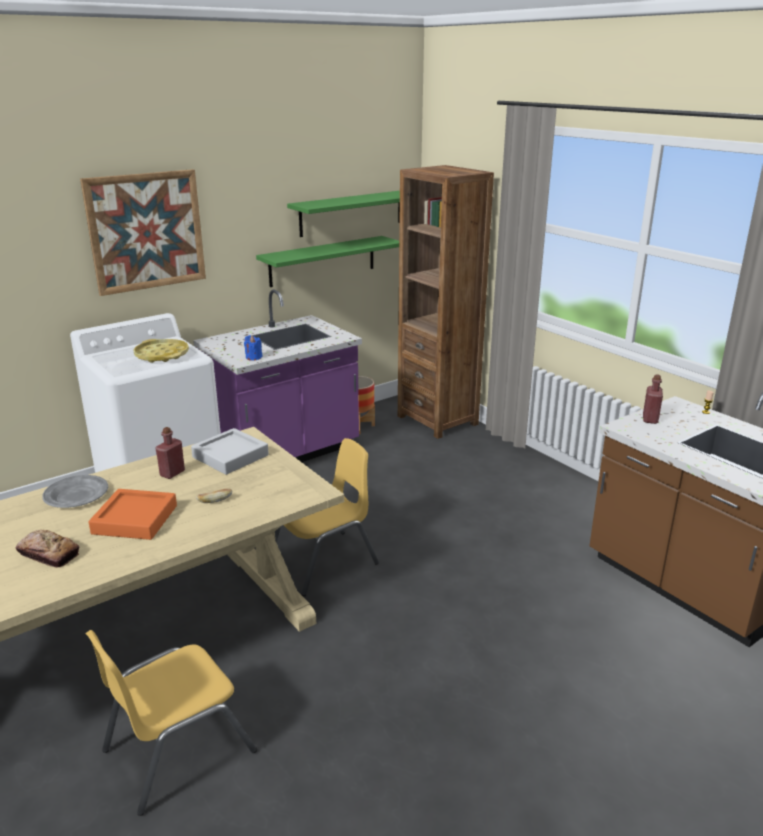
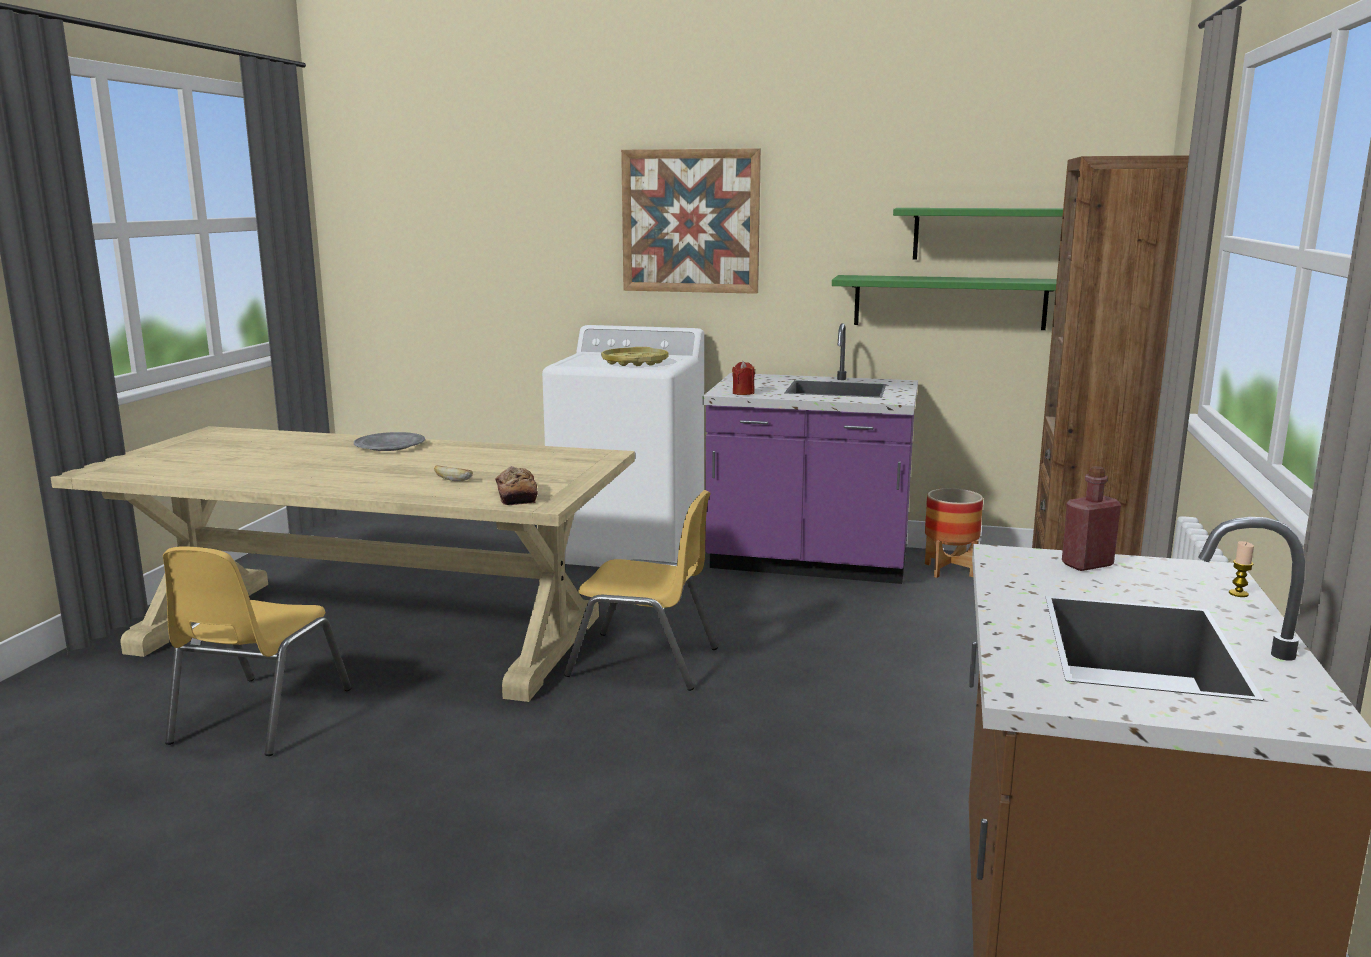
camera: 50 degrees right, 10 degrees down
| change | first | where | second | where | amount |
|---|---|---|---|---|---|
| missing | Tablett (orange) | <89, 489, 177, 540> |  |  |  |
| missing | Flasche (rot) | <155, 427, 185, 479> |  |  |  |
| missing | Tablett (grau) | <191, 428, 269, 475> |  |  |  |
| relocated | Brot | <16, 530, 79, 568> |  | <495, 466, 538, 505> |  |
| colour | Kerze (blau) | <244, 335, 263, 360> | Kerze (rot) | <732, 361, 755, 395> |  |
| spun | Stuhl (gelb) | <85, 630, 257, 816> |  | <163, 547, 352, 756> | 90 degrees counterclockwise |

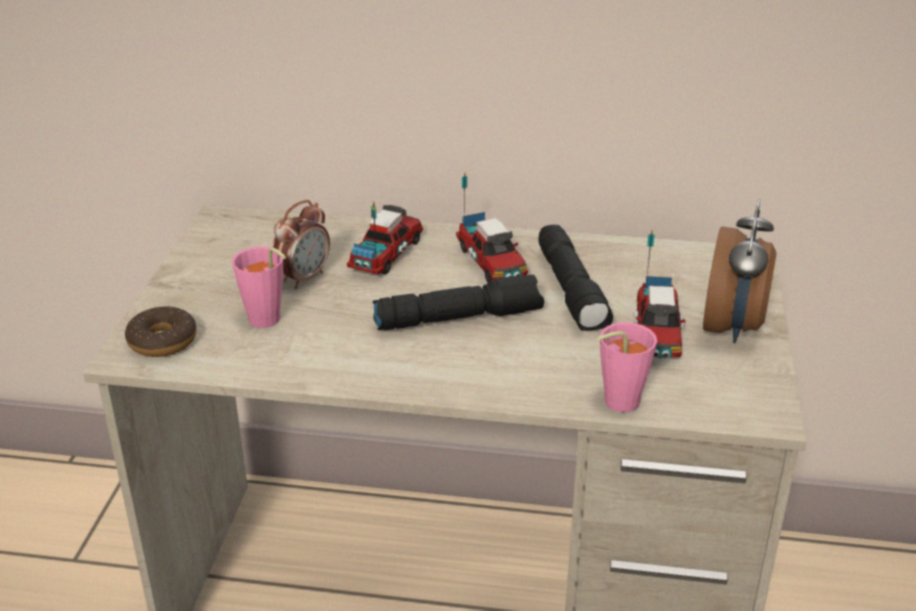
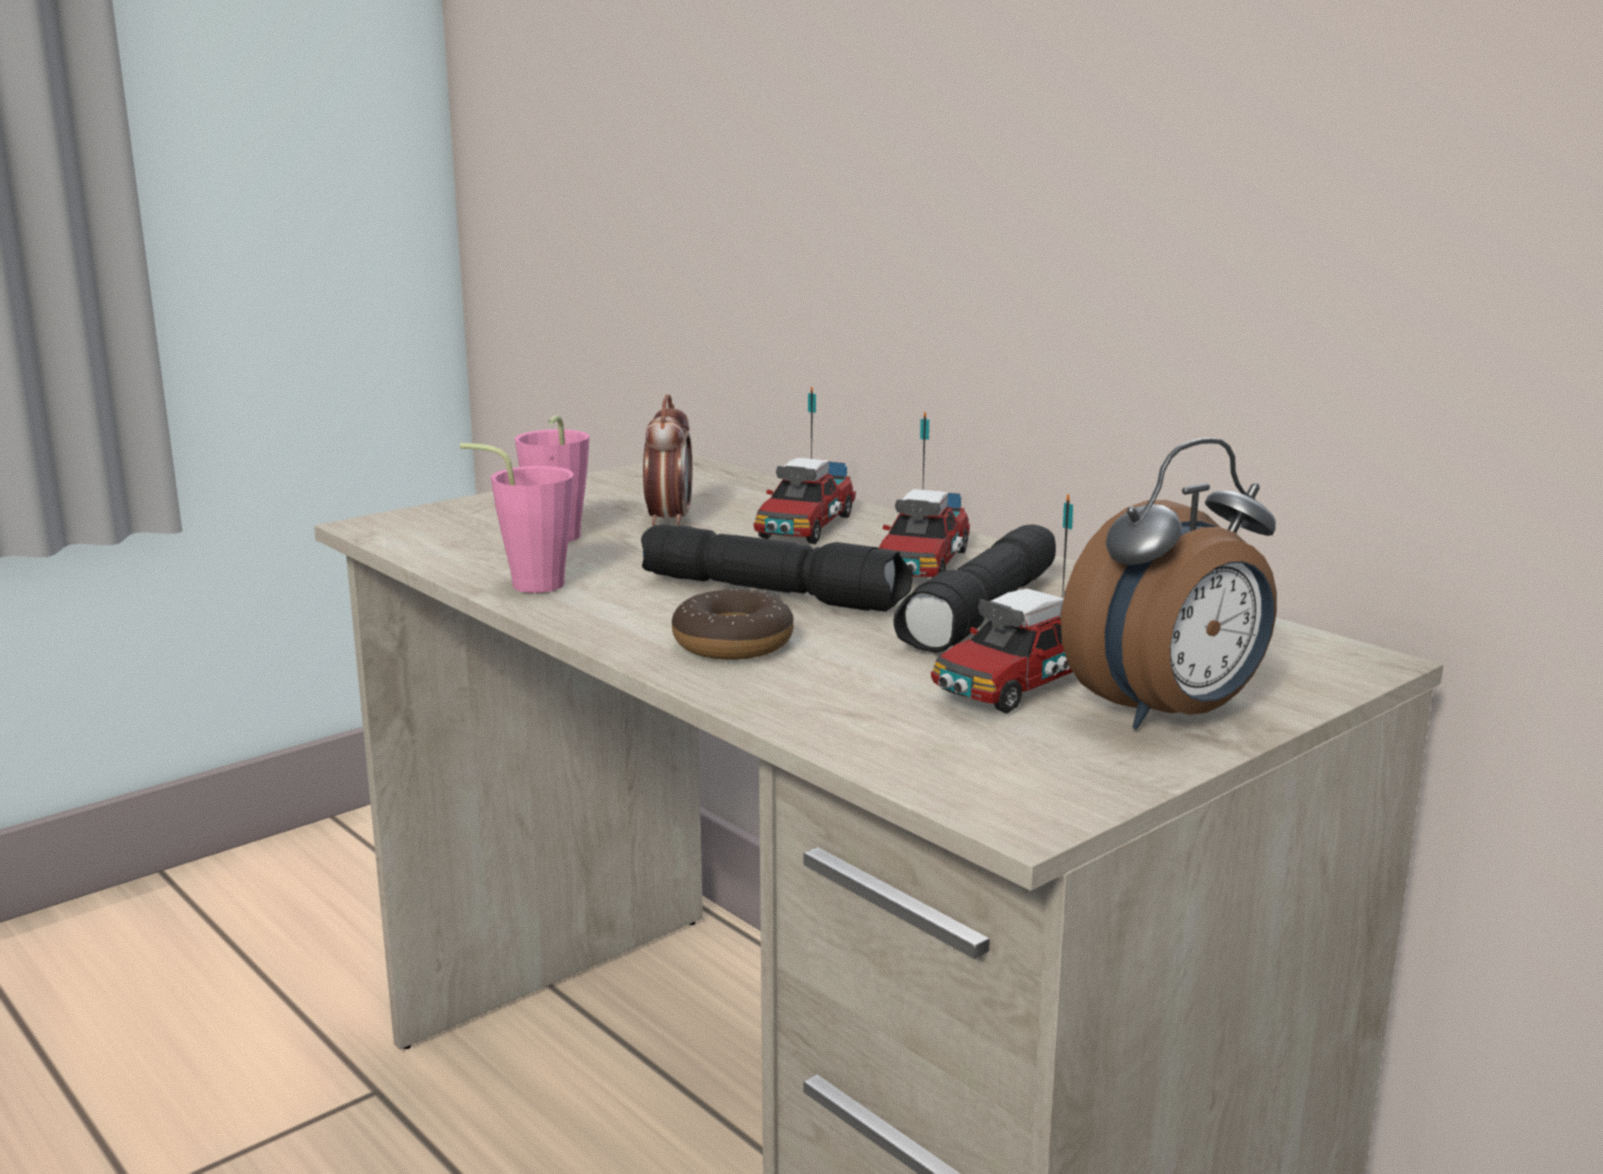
camera: 40 degrees right, 15 degrees down
| change | first | where | second | where | amount |
|---|---|---|---|---|---|
| relocated | Donut | <125, 306, 197, 357> |  | <672, 589, 794, 660> |  |
| relocated | Tasse (rosa) | <597, 322, 657, 412> |  | <460, 443, 574, 593> |  |
| spun | Wecker | <272, 200, 330, 289> |  | <643, 394, 692, 526> | 75 degrees counterclockwise |
| spun | Spielzeuglaster | <347, 202, 423, 275> |  | <753, 387, 856, 544> | 135 degrees clockwise |

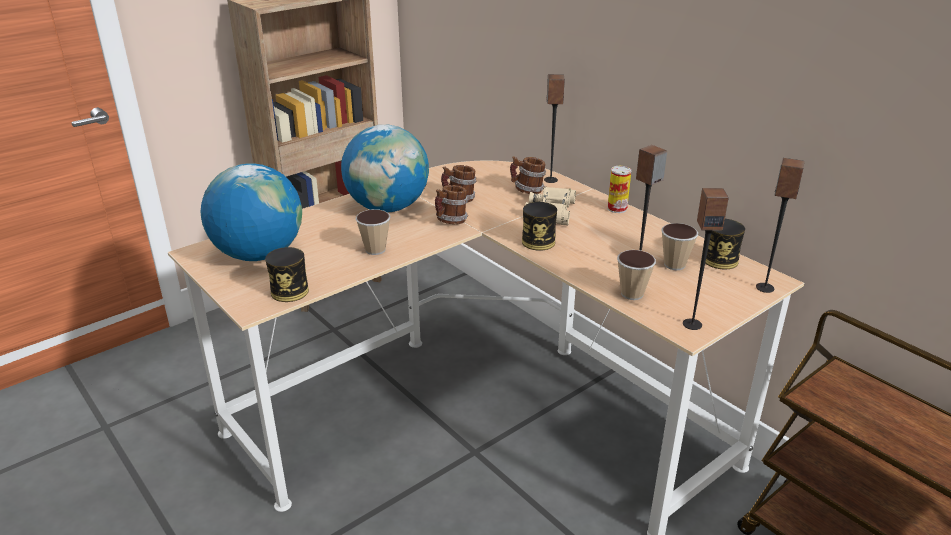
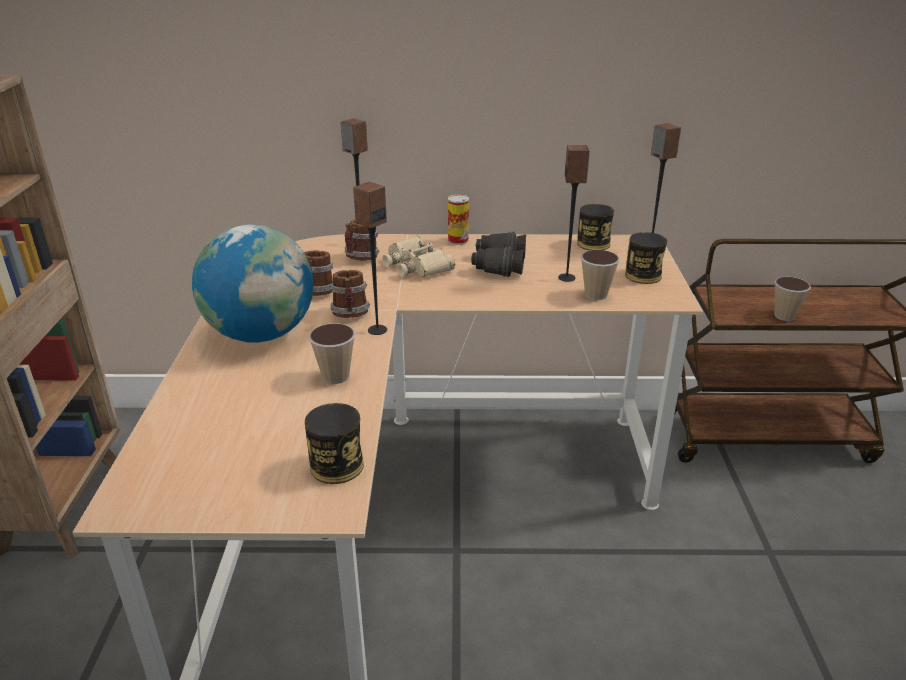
camera: 50 degrees left, 0 degrees up
| change | first | where | second | where | amount |
|---|---|---|---|---|---|
| missing | Globus | <200, 163, 302, 261> |  |  |  |
| appeared |  |  | Fernglas (schwarz) | <471, 232, 526, 277> |  |
| relocated | Dose | <522, 202, 557, 251> |  | <625, 232, 667, 284> |  |
| relocated | Tasse | <662, 223, 698, 270> |  | <774, 277, 811, 321> |  |
| relocated | Lautsprecher | <683, 188, 729, 330> |  | <353, 182, 387, 335> |  |

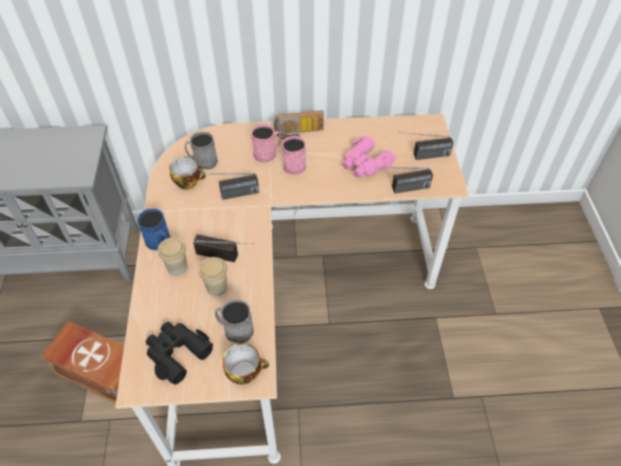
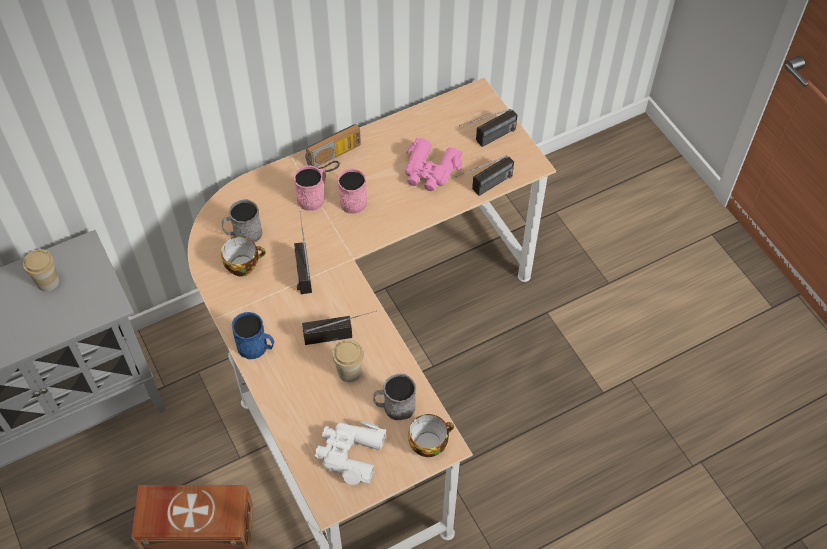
camera: 25 degrees left, 5 degrees up
| change | first | where | second | where | amount |
|---|---|---|---|---|---|
| relocated | Tasse | <158, 237, 187, 276> |  | <23, 249, 59, 291> |  |
| colour | Fernglas (schwarz) | <146, 322, 213, 384> | Fernglas (weiß) | <315, 421, 386, 485> |  |
| spun | Radio | <195, 173, 259, 200> |  | <294, 211, 312, 294> | 120 degrees clockwise |

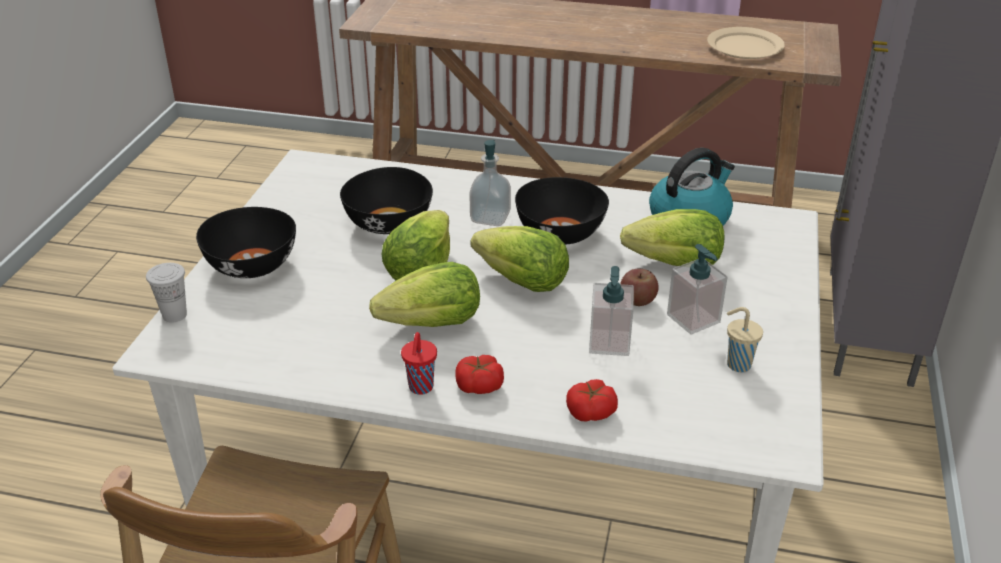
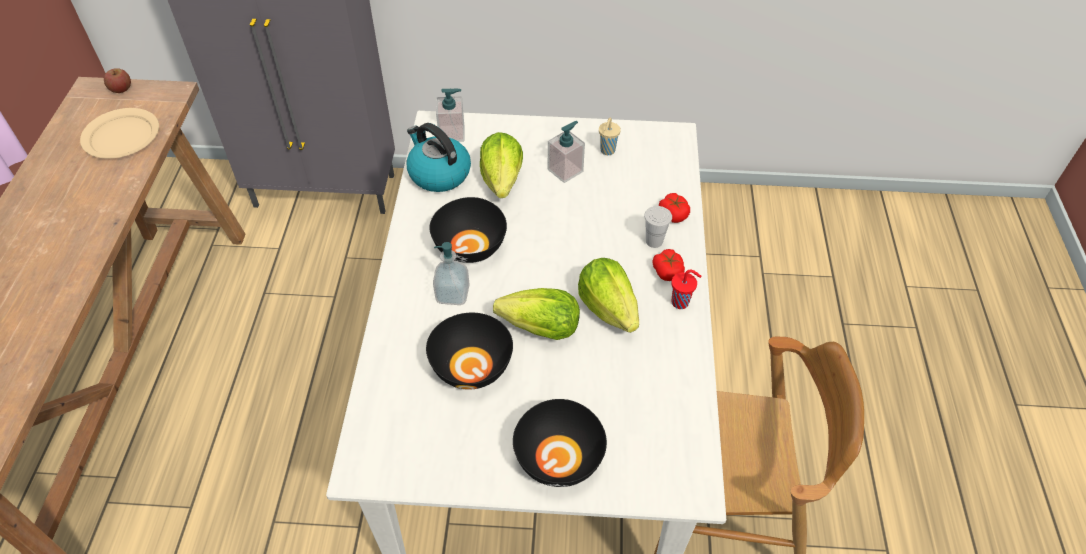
camera: 100 degrees left, 15 degrees up
| change | first | where | second | where | amount |
|---|---|---|---|---|---|
| missing | Salatkopf | <471, 226, 569, 292> |  |  |  |
| relocated | Tasse (weiß) | <146, 263, 187, 323> |  | <644, 206, 672, 248> |  |
| relocated | Seifenspender | <589, 266, 634, 356> |  | <436, 89, 464, 142> |  |
| relocated | Apfel | <620, 269, 658, 306> |  | <104, 68, 131, 93> |  |

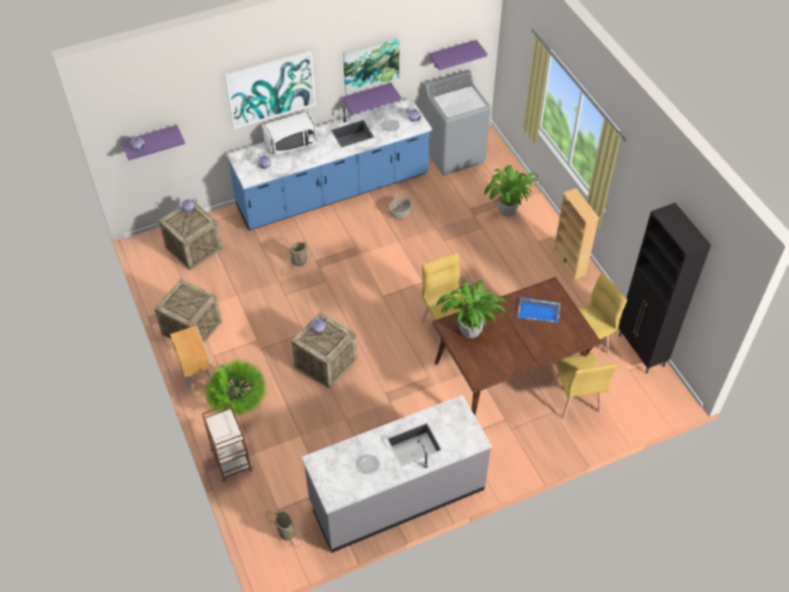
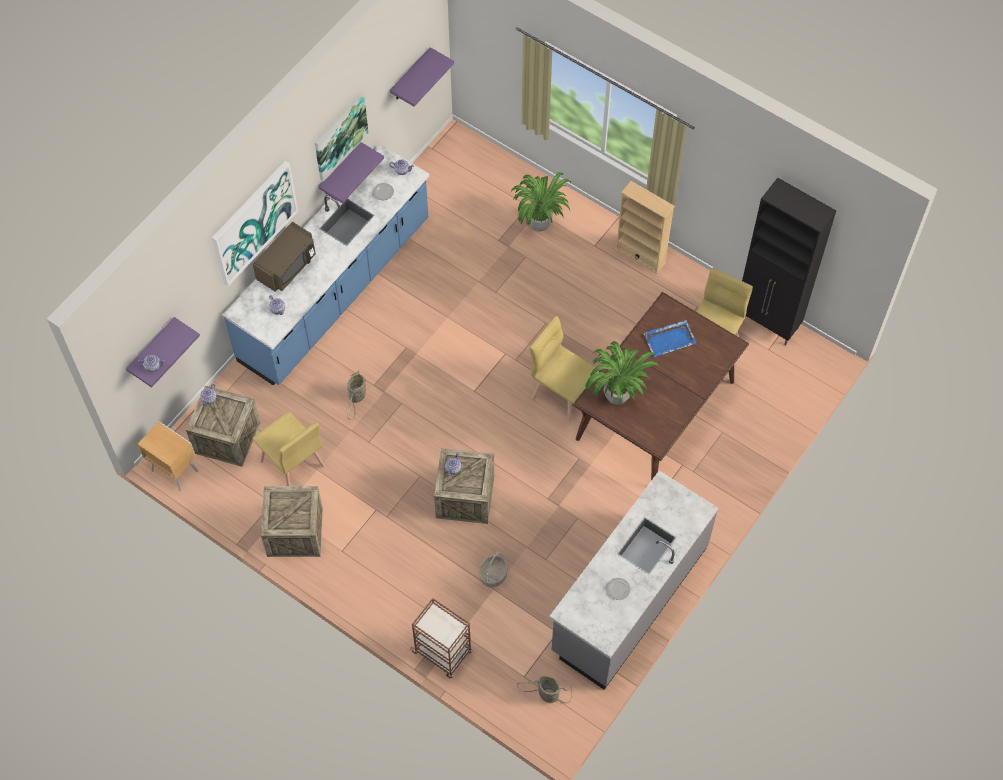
camera: 30 degrees left, 10 degrees up
| change | first | where | second | where | amount |
|---|---|---|---|---|---|
| missing | Topfpflanze | <205, 357, 269, 416> |  |  |  |
| missing | Waschmaschine (grau) | <423, 70, 491, 176> |  |  |  |
| relocated | Nachttisch (braun) | <170, 325, 212, 391> |  | <138, 421, 198, 491> |  |
| relocated | Korb | <389, 191, 412, 219> |  | <479, 551, 508, 587> |  |
| relocated | Stuhl (gelb) | <551, 353, 617, 419> |  | <253, 412, 325, 486> |  |
| colour | Mikrowelle (weiß) | <262, 111, 317, 155> | Mikrowelle (braun) | <253, 221, 316, 291> |  |

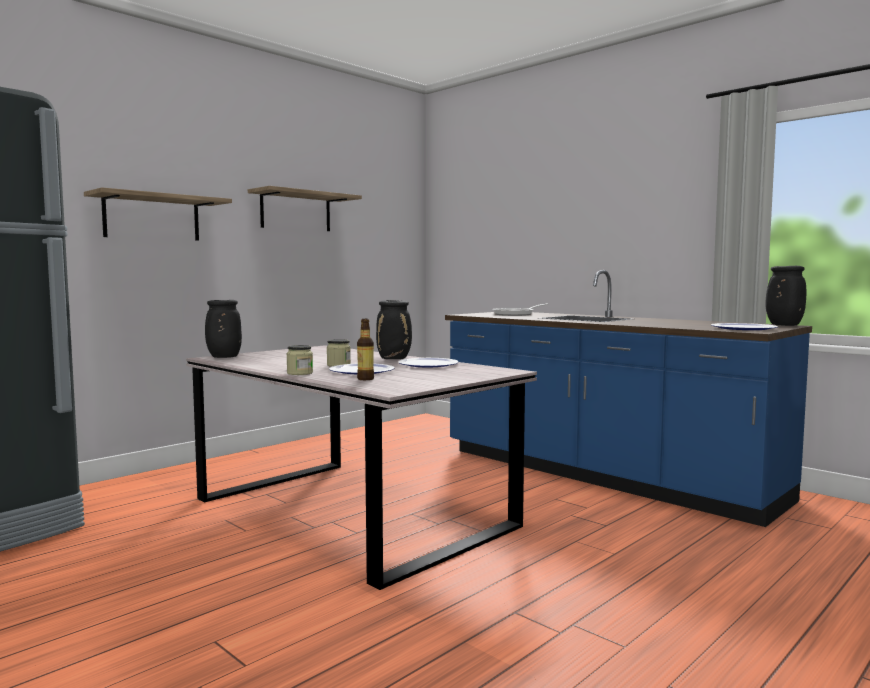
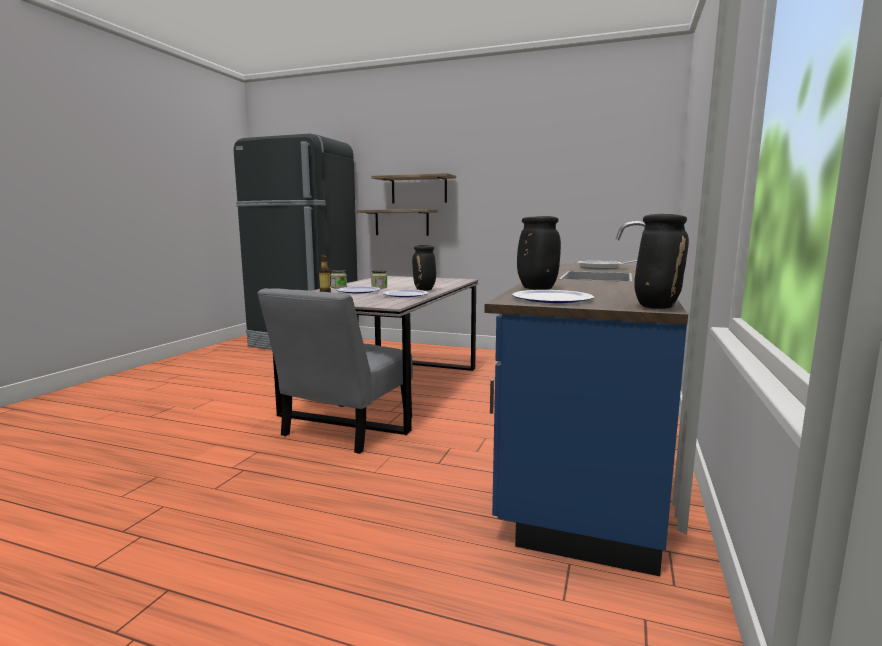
camera: 65 degrees right, 5 degrees up
| change | first | where | second | where | amount |
|---|---|---|---|---|---|
| appeared |  |  | Stuhl (grau) | <257, 288, 413, 454> |  |
| relocated | Vase (schwarz) | <205, 300, 242, 358> |  | <517, 216, 561, 290> |  |
| relocated | Wandregal | <248, 186, 362, 231> |  | <355, 209, 438, 236> |  |

